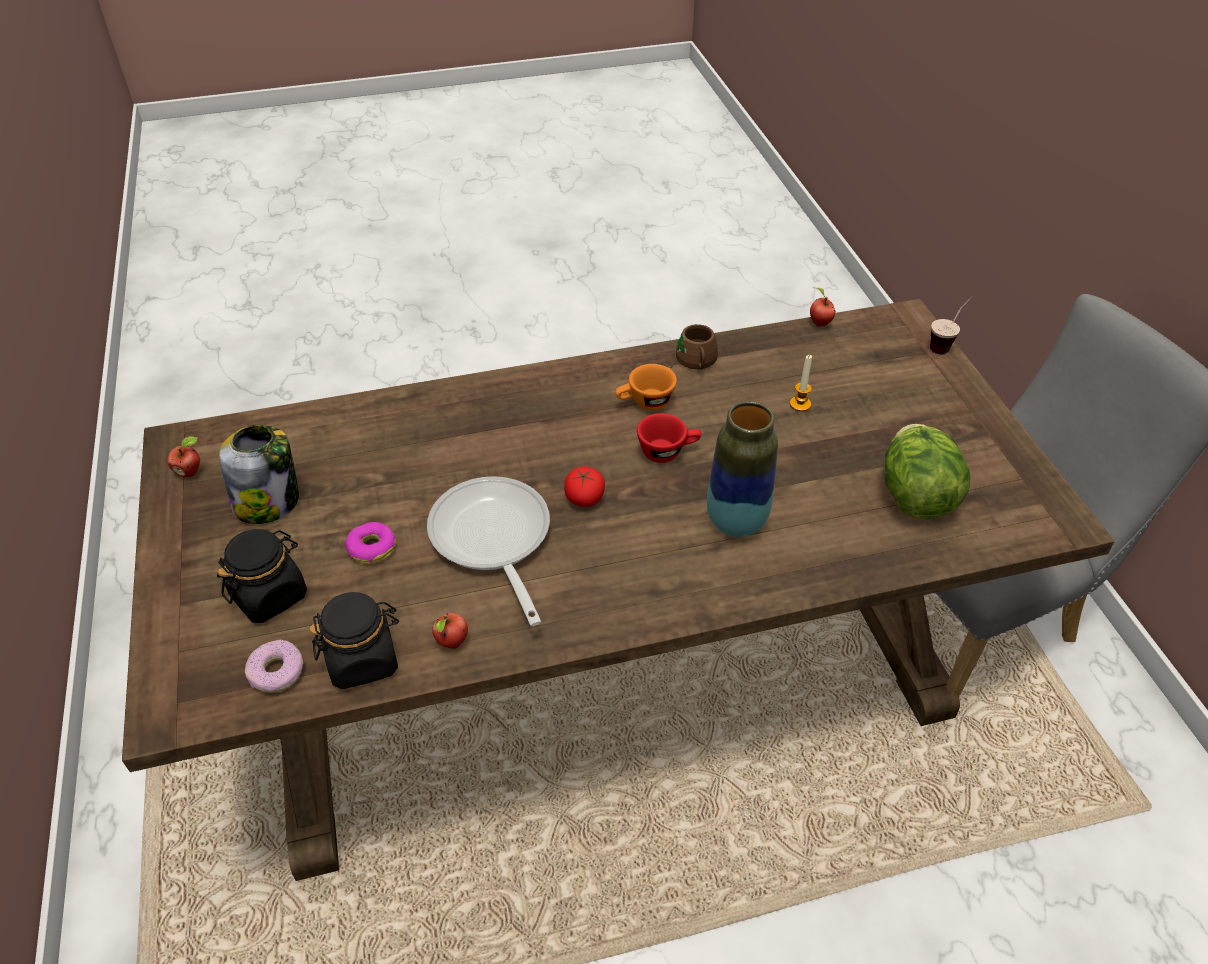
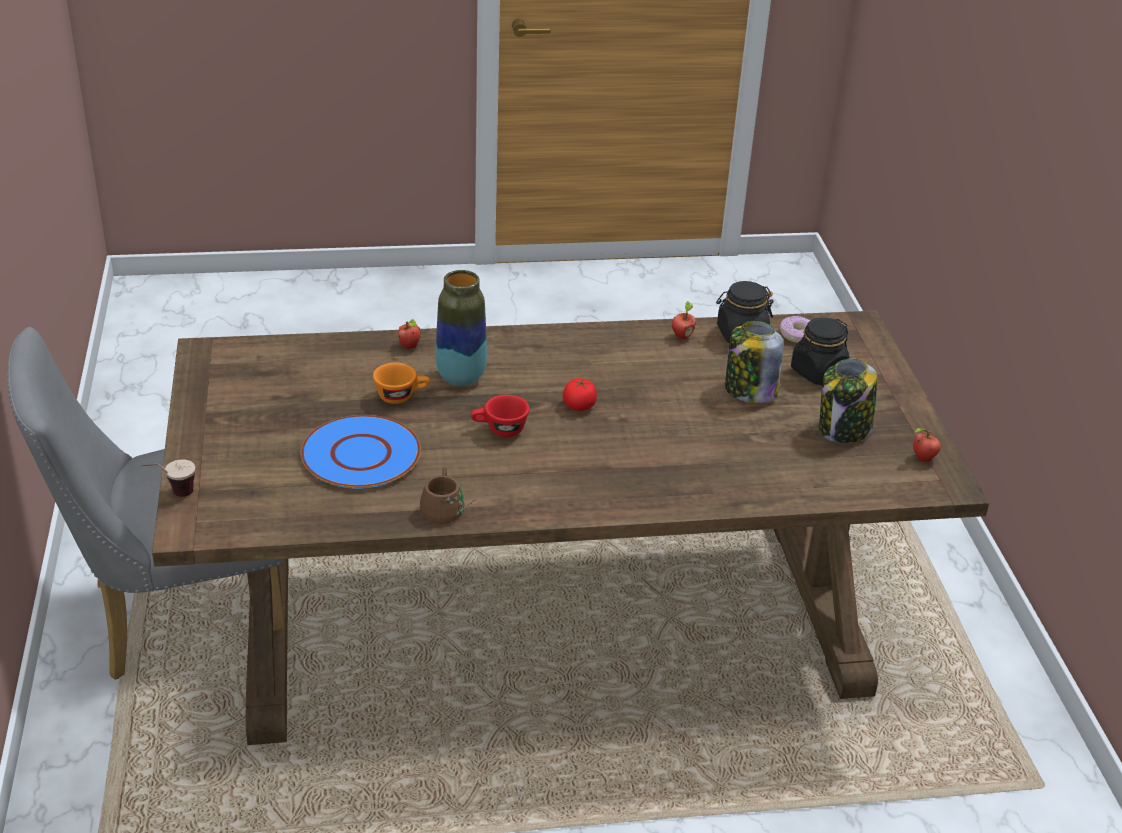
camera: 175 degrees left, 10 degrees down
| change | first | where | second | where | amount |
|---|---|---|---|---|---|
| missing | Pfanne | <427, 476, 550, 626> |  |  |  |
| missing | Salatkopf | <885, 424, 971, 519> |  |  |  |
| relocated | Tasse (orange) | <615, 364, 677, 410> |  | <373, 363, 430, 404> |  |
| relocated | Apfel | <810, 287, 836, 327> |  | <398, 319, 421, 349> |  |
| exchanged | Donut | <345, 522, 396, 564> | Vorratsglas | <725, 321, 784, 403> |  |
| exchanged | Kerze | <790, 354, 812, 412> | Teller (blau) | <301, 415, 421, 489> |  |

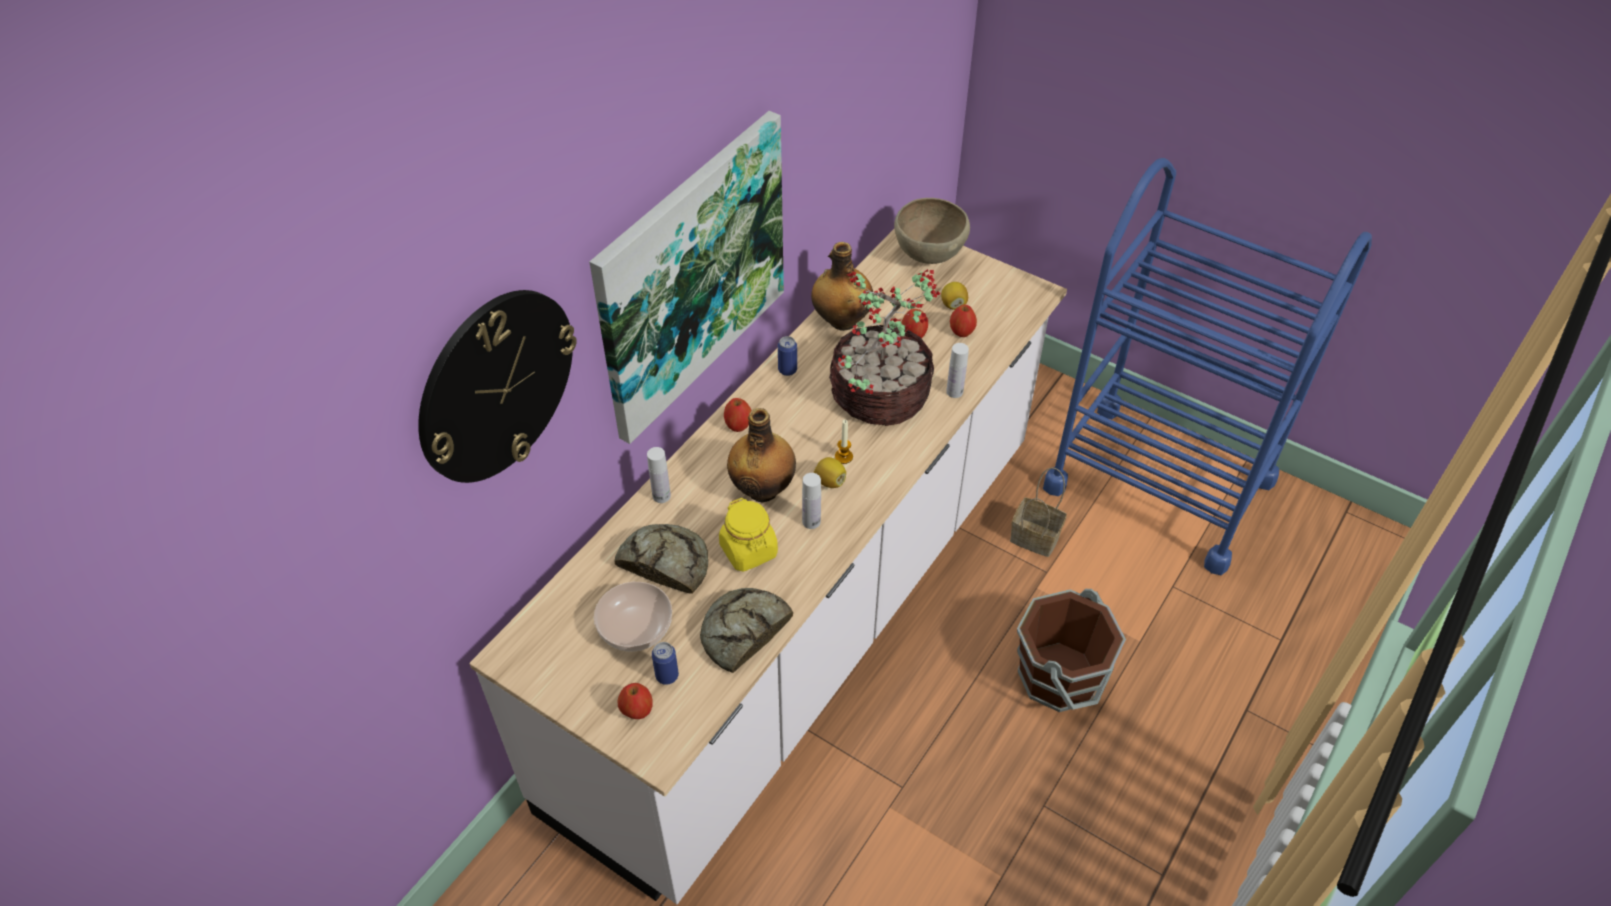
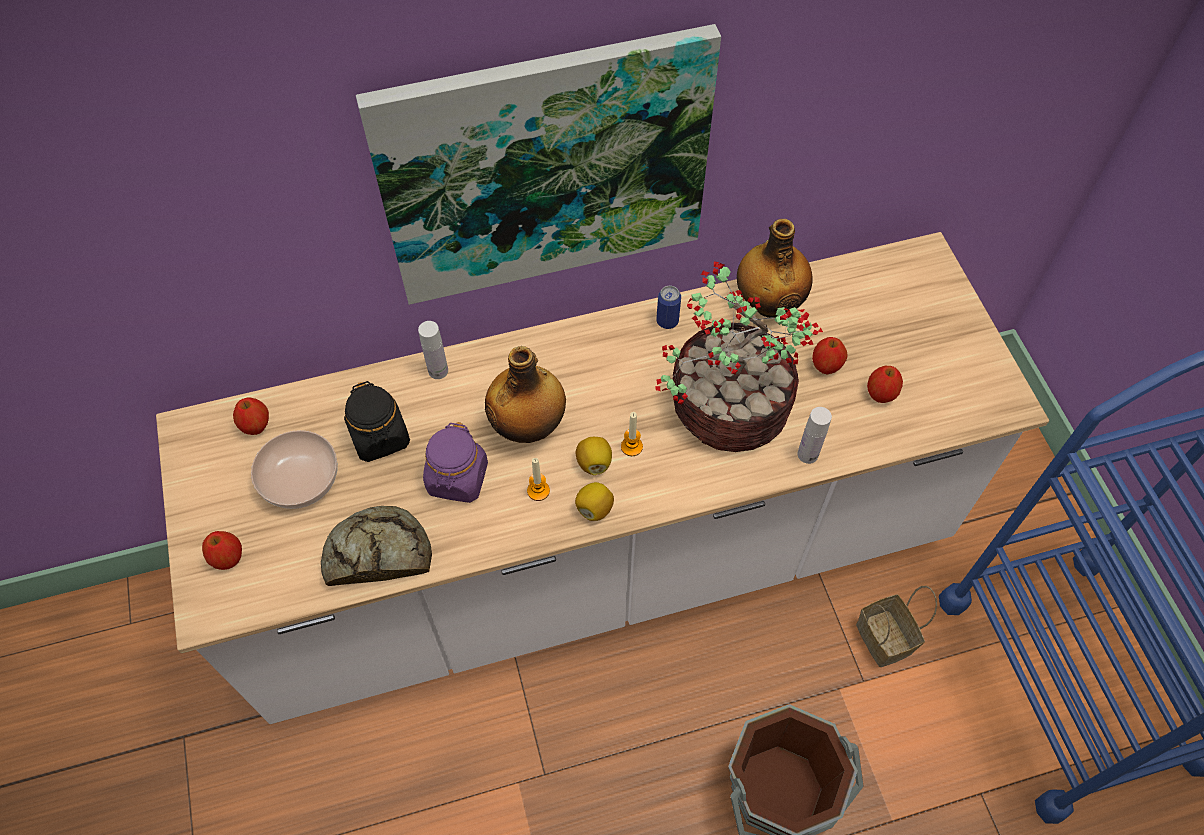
camera: 40 degrees right, 10 degrees up
| change | first | where | second | where | amount |
|---|---|---|---|---|---|
| missing | Wanduhr | <418, 290, 577, 483> |  |  |  |
| missing | Dose | <652, 642, 679, 685> |  |  |  |
| missing | Schüssel (braun) | <894, 198, 970, 264> |  |  |  |
| relocated | Apfel | <724, 398, 752, 432> |  | <233, 397, 269, 435> |  |
| relocated | Zitrone | <941, 282, 968, 310> |  | <575, 482, 614, 521> |  |
| exchanged | Brot | <614, 524, 708, 594> | Vorratsglas (schwarz) | <344, 381, 410, 462> |  |
| exchanged | Flasche (weiß) | <802, 473, 821, 529> | Kerze | <527, 458, 550, 501> |  |
| colour | Vorratsglas (gelb) | <719, 498, 778, 572> | Vorratsglas (lila) | <423, 422, 488, 503> |  |

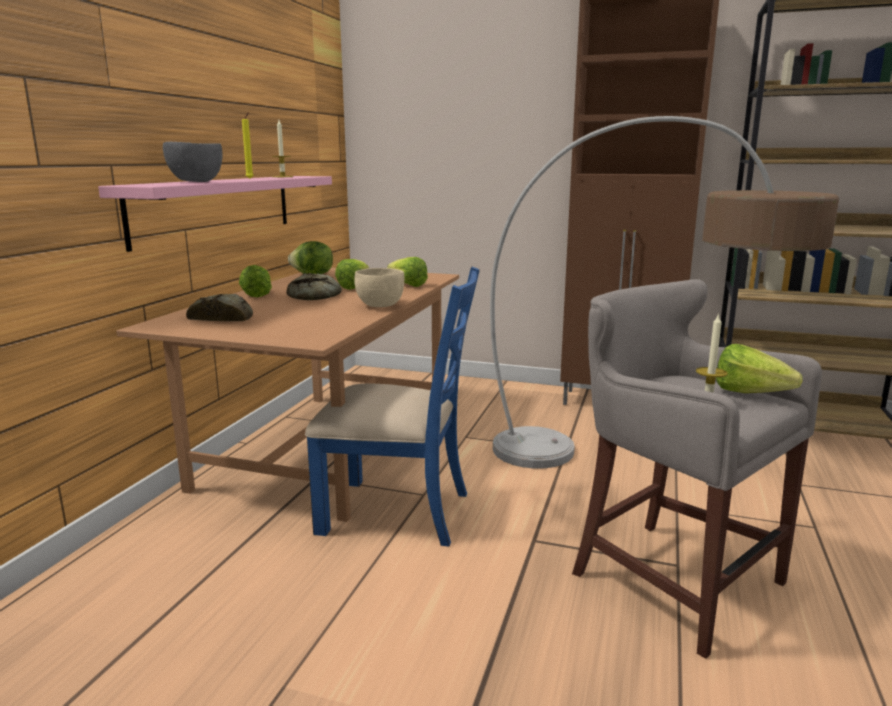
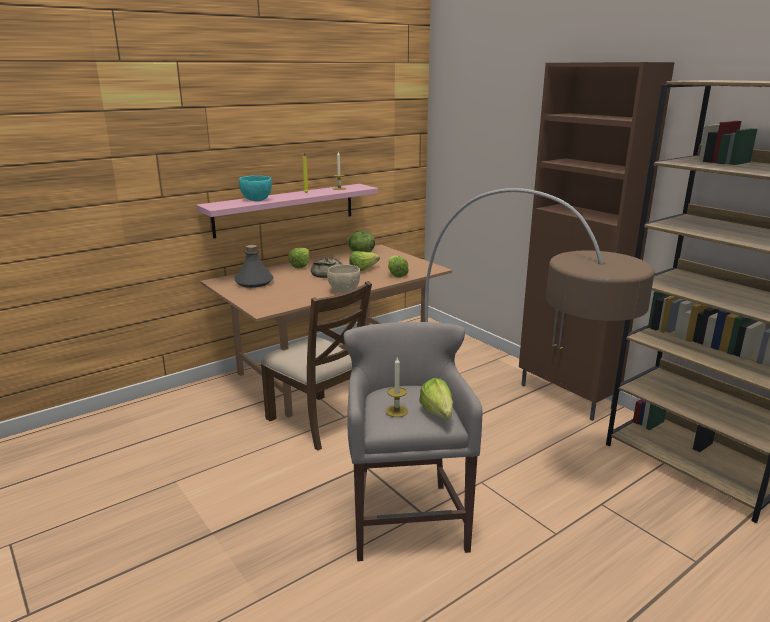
camera: 35 degrees right, 5 degrees up
| change | first | where | second | where | amount |
|---|---|---|---|---|---|
| exchanged | Brot | <186, 294, 253, 321> | Flasche (grau) | <234, 245, 274, 288> |  |
| colour | Schüssel (grau) | <163, 142, 222, 182> | Schüssel (türkis) | <239, 175, 272, 201> |  |
| colour | Stuhl (blau) | <305, 267, 480, 547> | Stuhl (braun) | <261, 281, 372, 451> |  |

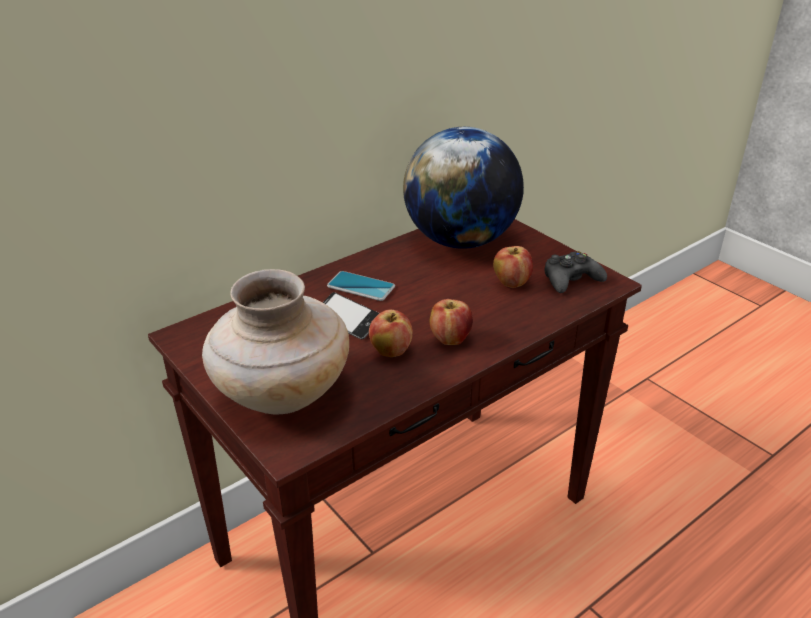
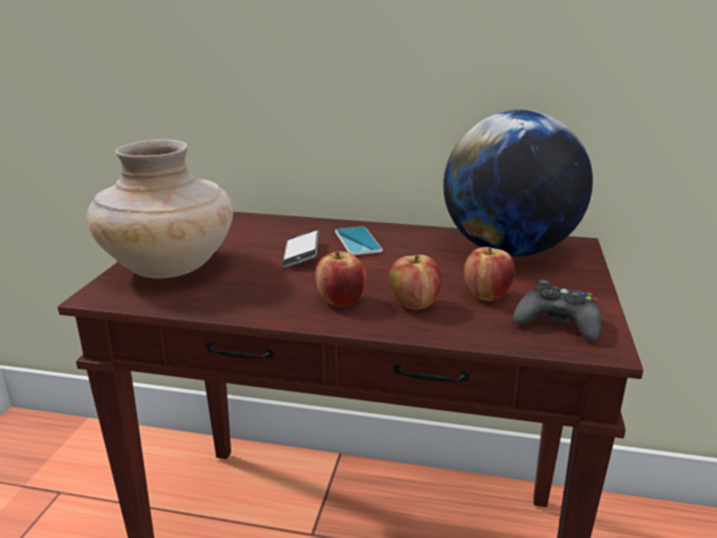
camera: 50 degrees right, 10 degrees down
| change | first | where | second | where | amount |
|---|---|---|---|---|---|
| relocated | Apfel | <369, 310, 413, 357> |  | <389, 255, 441, 310> |  |

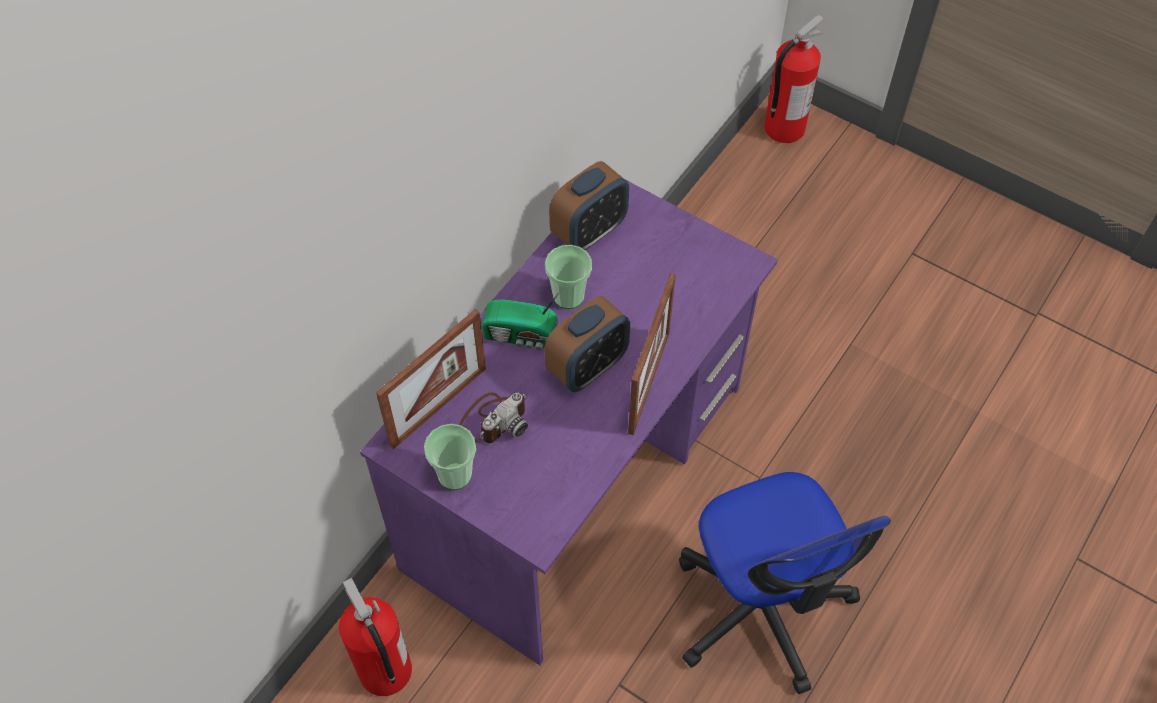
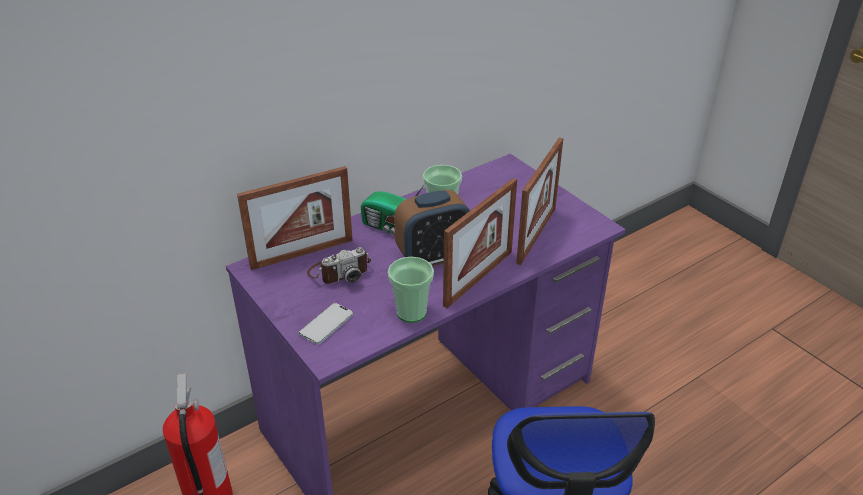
camera: 20 degrees right, 20 degrees down
| change | first | where | second | where | amount |
|---|---|---|---|---|---|
| missing | Wecker | <549, 161, 629, 250> |  |  |  |
| missing | Feuerlöscher | <764, 14, 824, 143> |  |  |  |
| appeared |  |  | Handy | <299, 303, 354, 345> |  |
| appeared |  |  | Bilderrahmen | <516, 138, 563, 265> |  |
| relocated | Tasse | <424, 424, 476, 490> |  | <388, 257, 434, 323> |  |

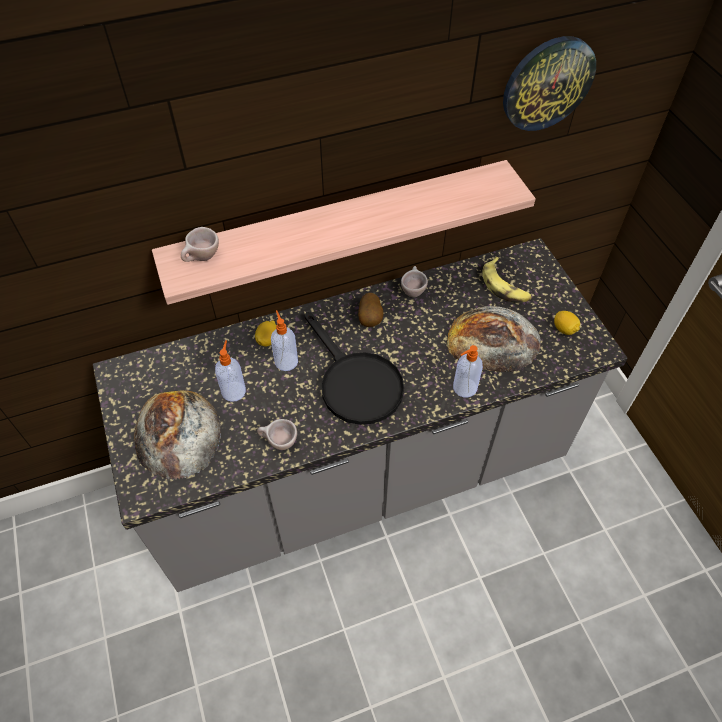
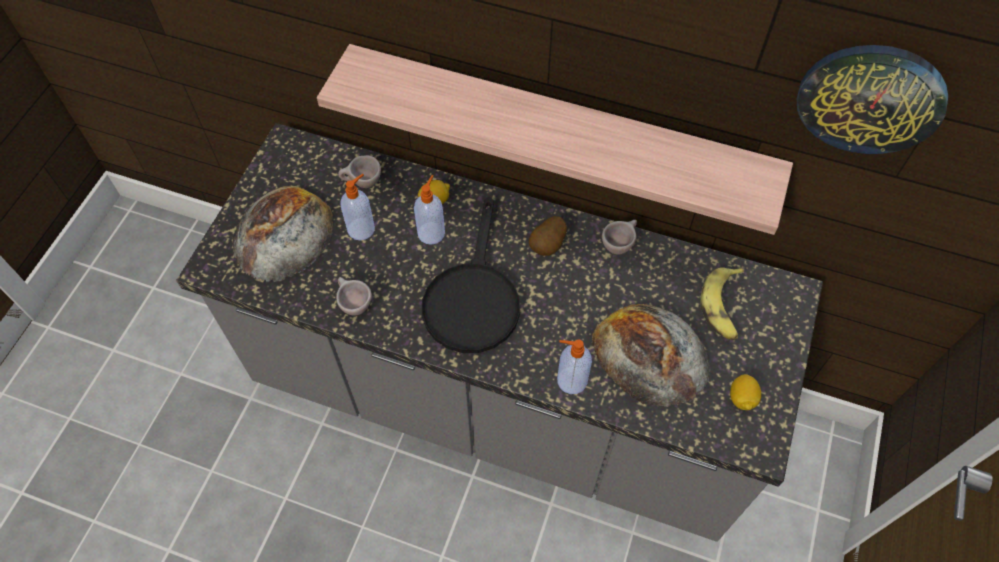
camera: 40 degrees right, 5 degrees up
| change | first | where | second | where | amount |
|---|---|---|---|---|---|
| relocated | Tasse (beige) | <181, 227, 219, 262> |  | <338, 155, 381, 188> |  |

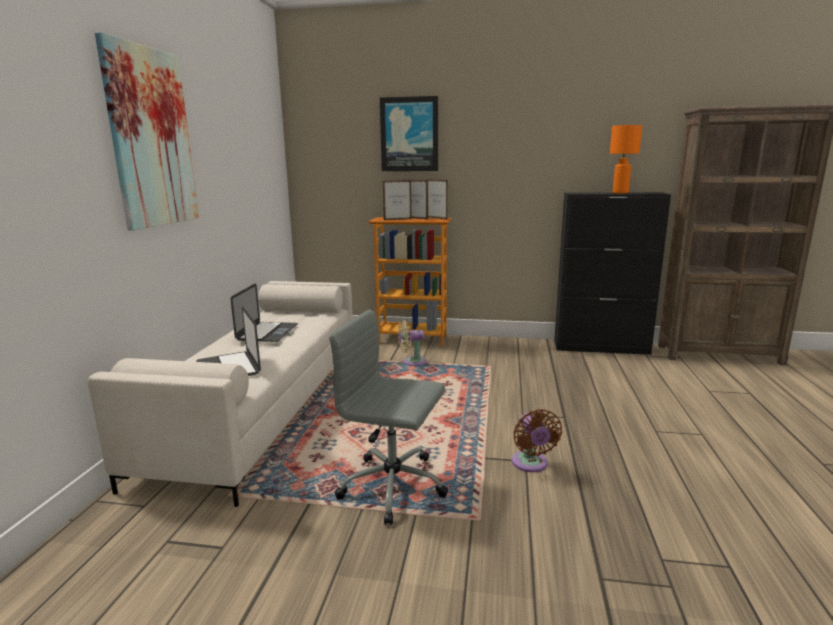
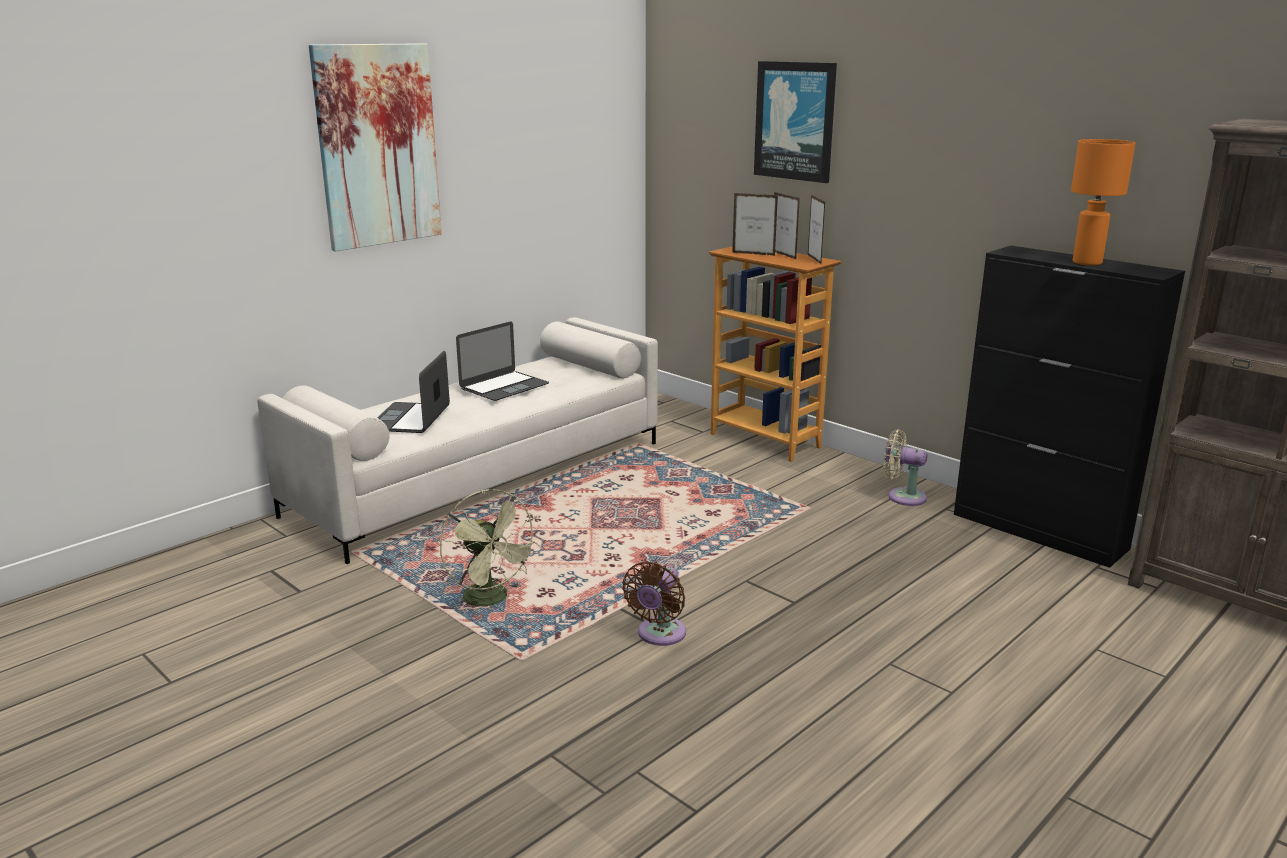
camera: 35 degrees right, 5 degrees up
| change | first | where | second | where | amount |
|---|---|---|---|---|---|
| relocated | Ventilator (beige) | <398, 320, 427, 366> |  | <883, 429, 927, 506> |  |
| exchanged | Bürostuhl (grau) | <329, 309, 448, 525> | Ventilator (grün) | <440, 489, 540, 606> |  |

